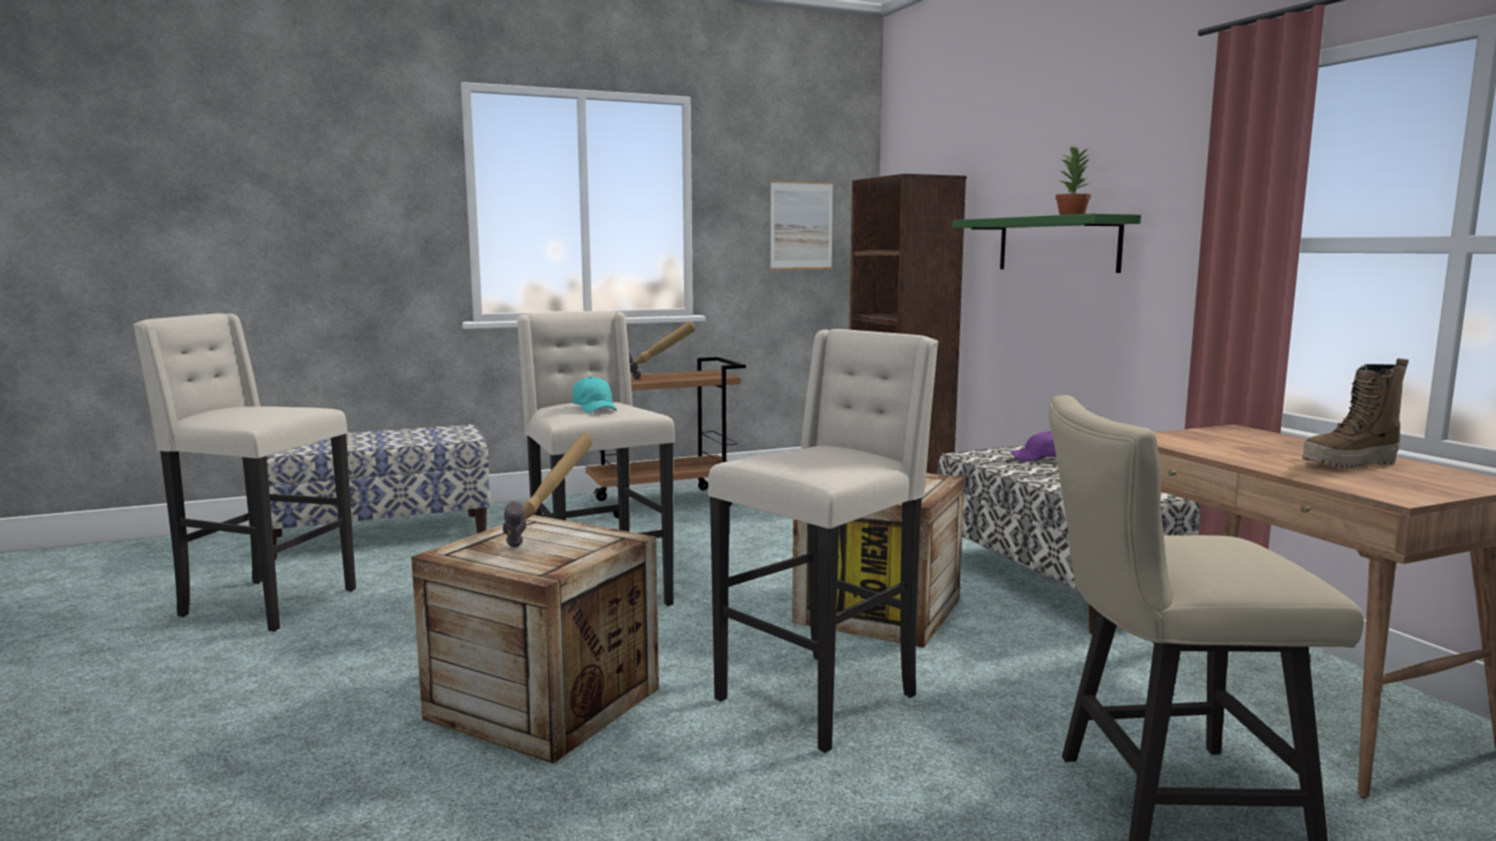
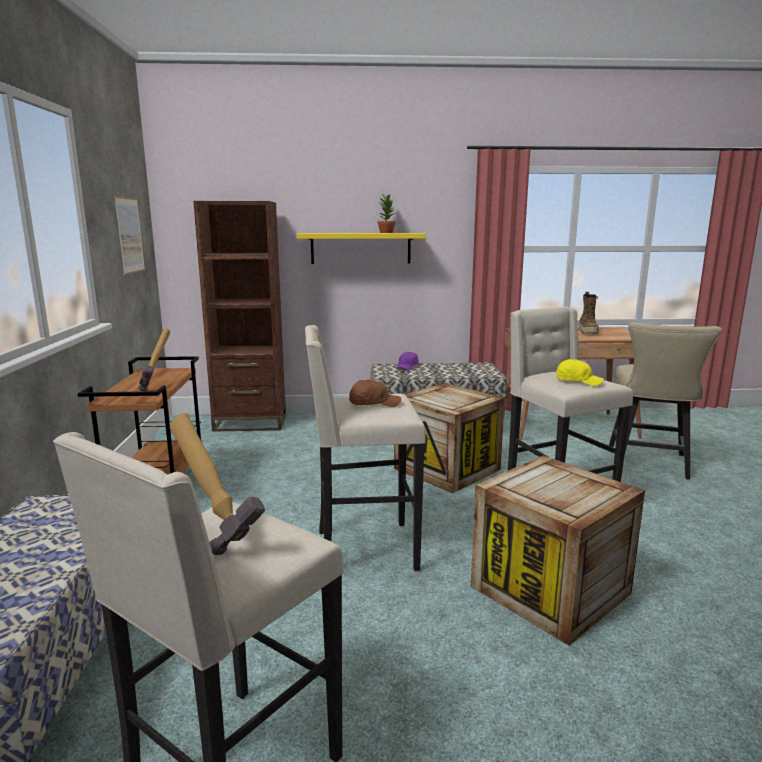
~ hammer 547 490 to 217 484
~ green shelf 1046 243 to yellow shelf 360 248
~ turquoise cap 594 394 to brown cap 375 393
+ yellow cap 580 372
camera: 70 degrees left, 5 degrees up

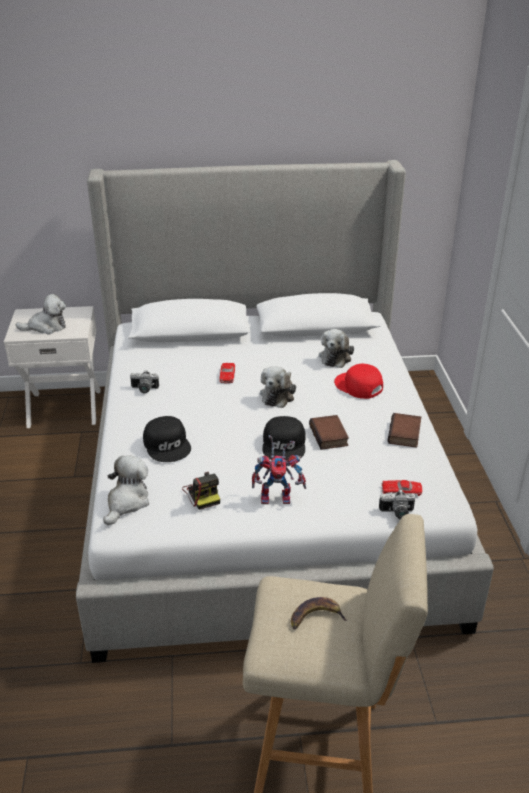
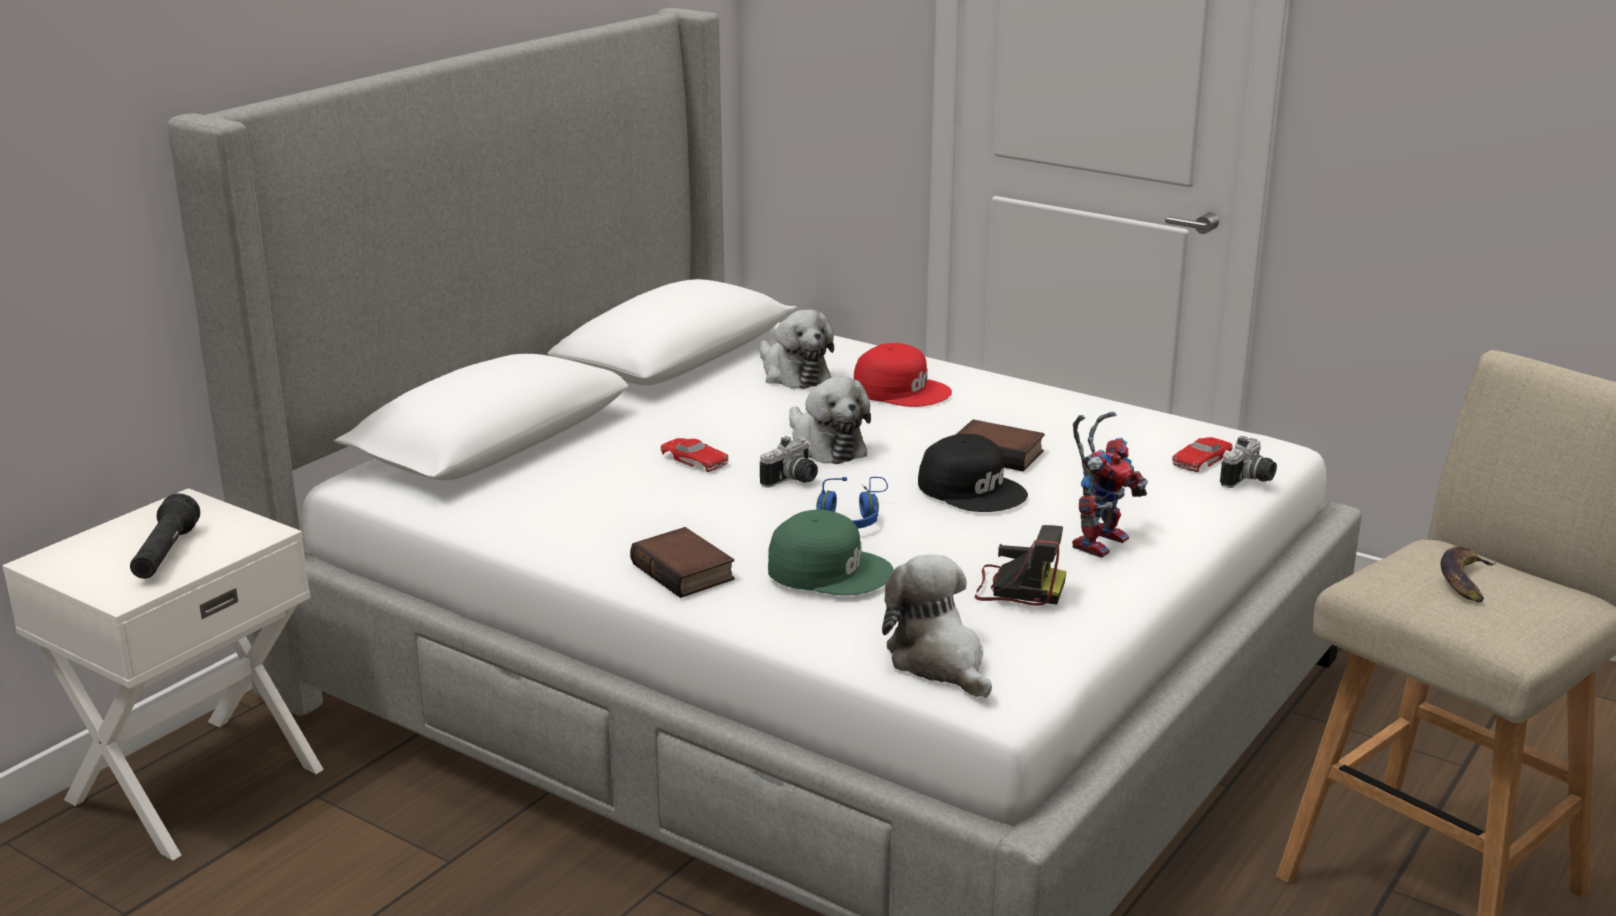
~ plush toy 41 314 to black flashlight 165 536
~ book 404 430 to 682 562
~ photo camera 144 381 to 789 462
~ black cap 167 439 to green cap 831 552
+ blue headphones 852 502
~ red cap 358 381 = 903 375 150 degrees counterclockwise
camera: 50 degrees left, 10 degrees down

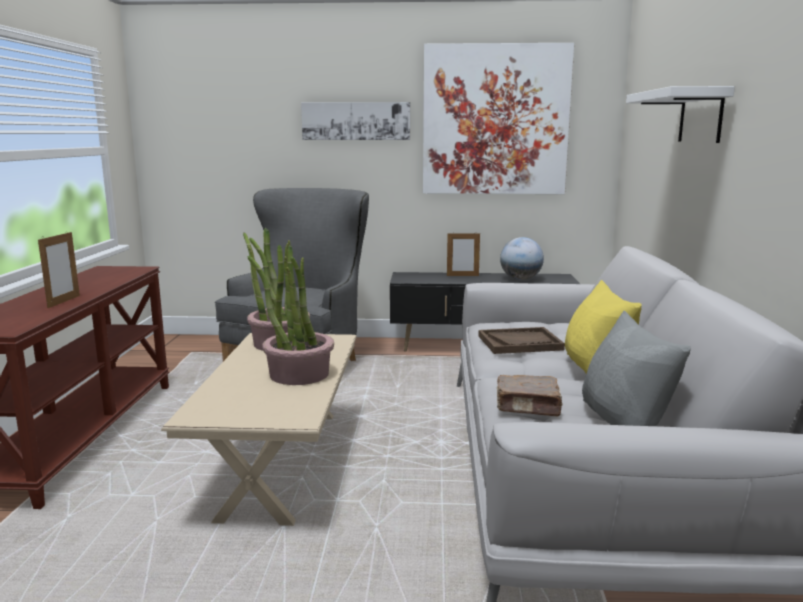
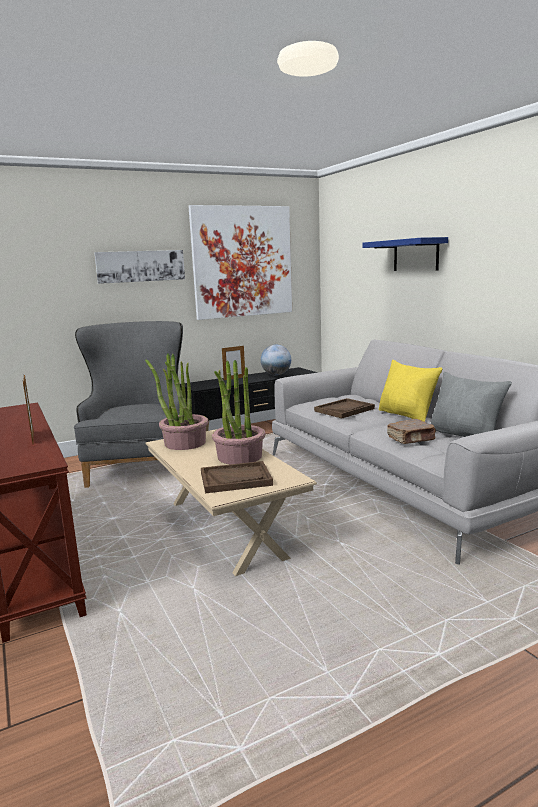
+ brown tray 237 477
~ white shelf 680 114 to blue shelf 405 254
camera: 30 degrees left, 0 degrees up

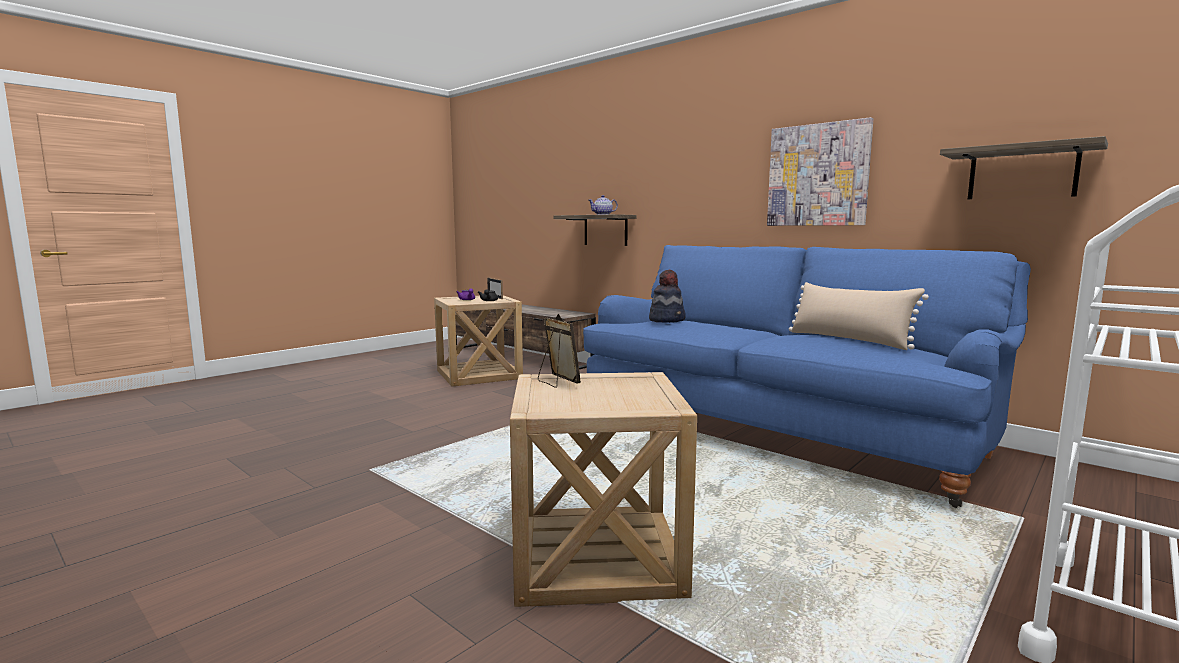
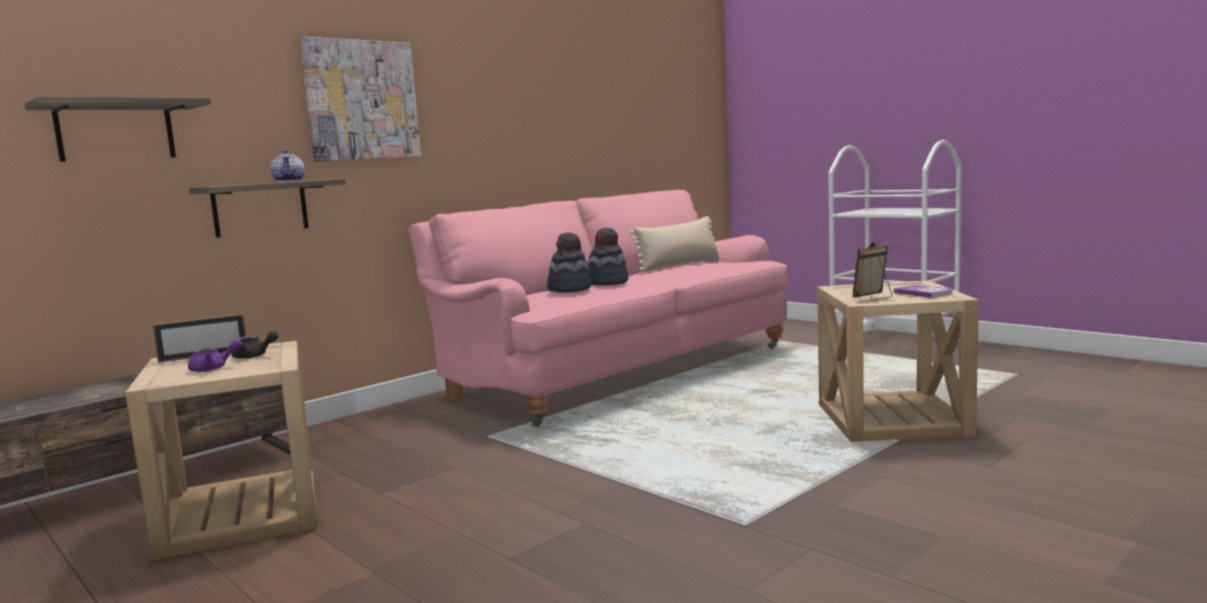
~ shelf 1024 167 to 117 129
~ picture 820 171 to 360 99
~ blue sofa 807 376 to pink sofa 598 308
+ hat 608 257
+ book 923 291
camera: 85 degrees left, 0 degrees up

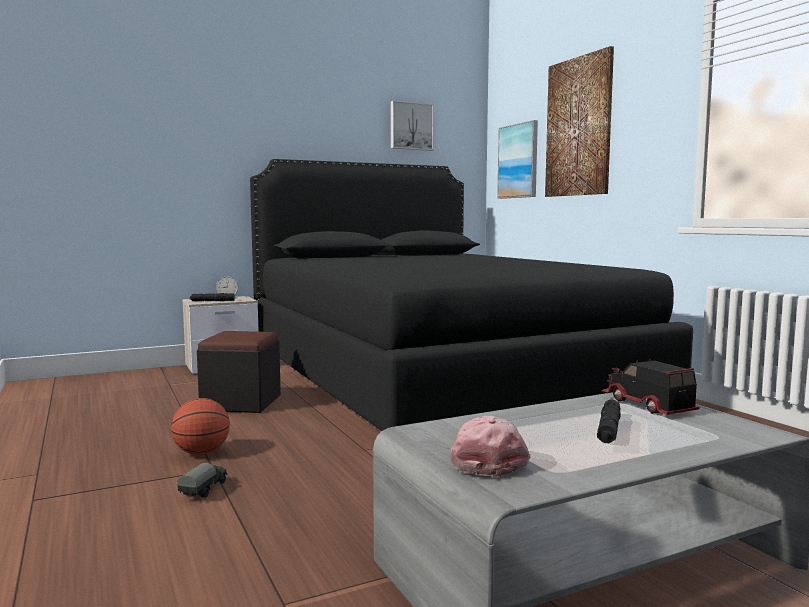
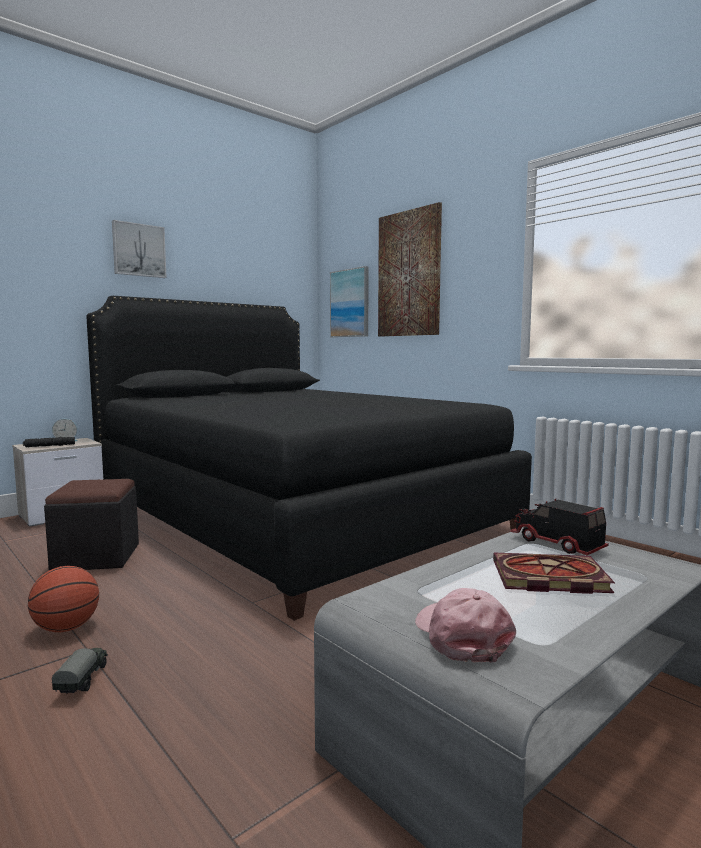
~ picture 412 126 to 139 249
~ black flashlight 609 421 to book 554 573
camera: 15 degrees left, 0 degrees up

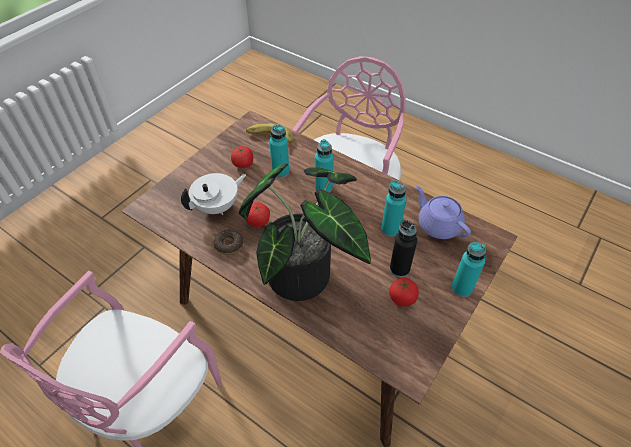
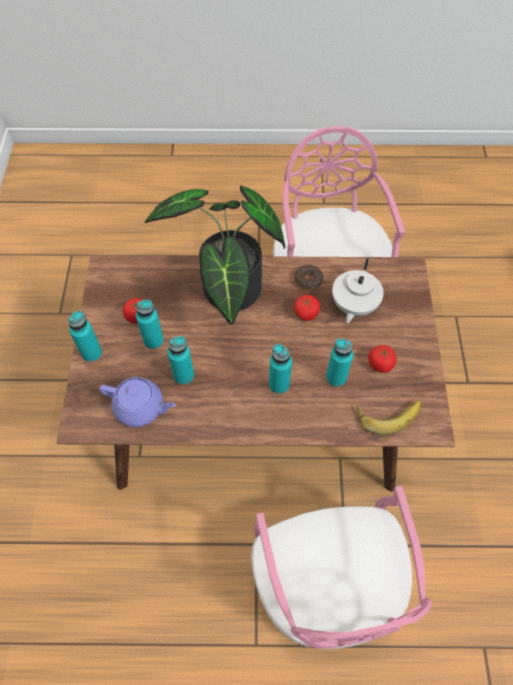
~ black bottle 403 248 to turquoise bottle 150 324
camera: 145 degrees right, 10 degrees up

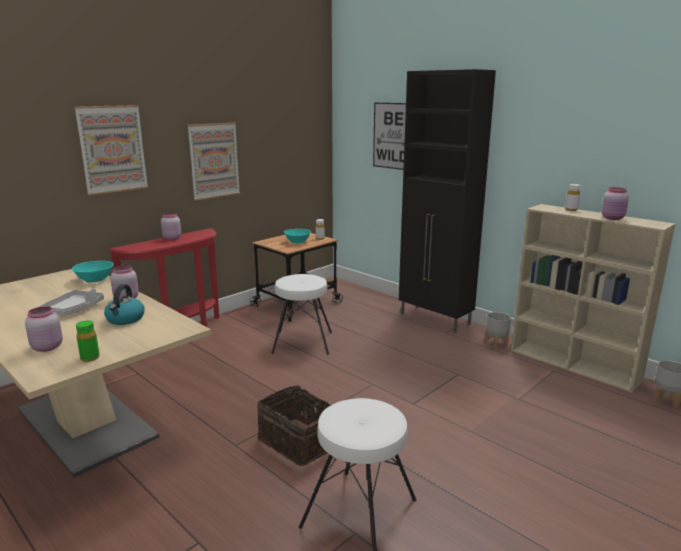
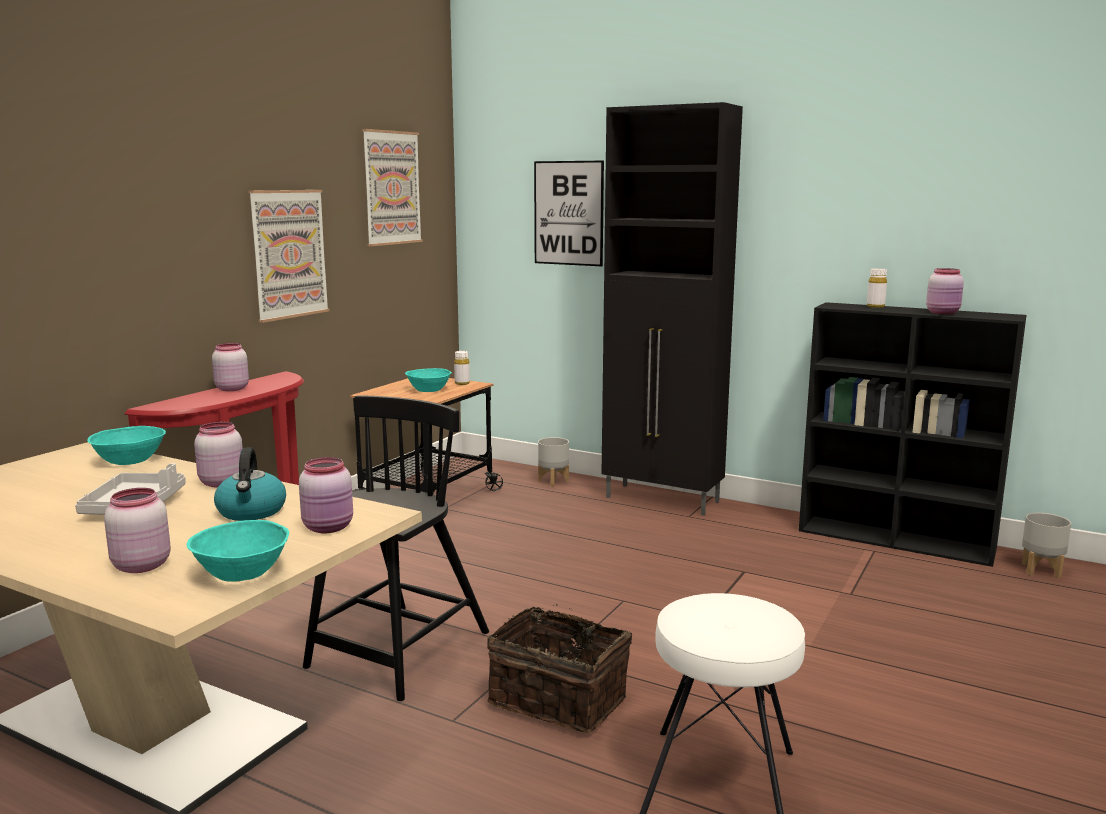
~ green bottle 88 341 to turquoise bowl 238 551
+ pink jar 326 495
+ black chair 396 548
~ picture 111 150 to 392 187
~ grey planter 498 330 to 553 462
~ beige bookcase 593 298 to black bookcase 912 434
- white stool 301 314
camera: 15 degrees left, 5 degrees down

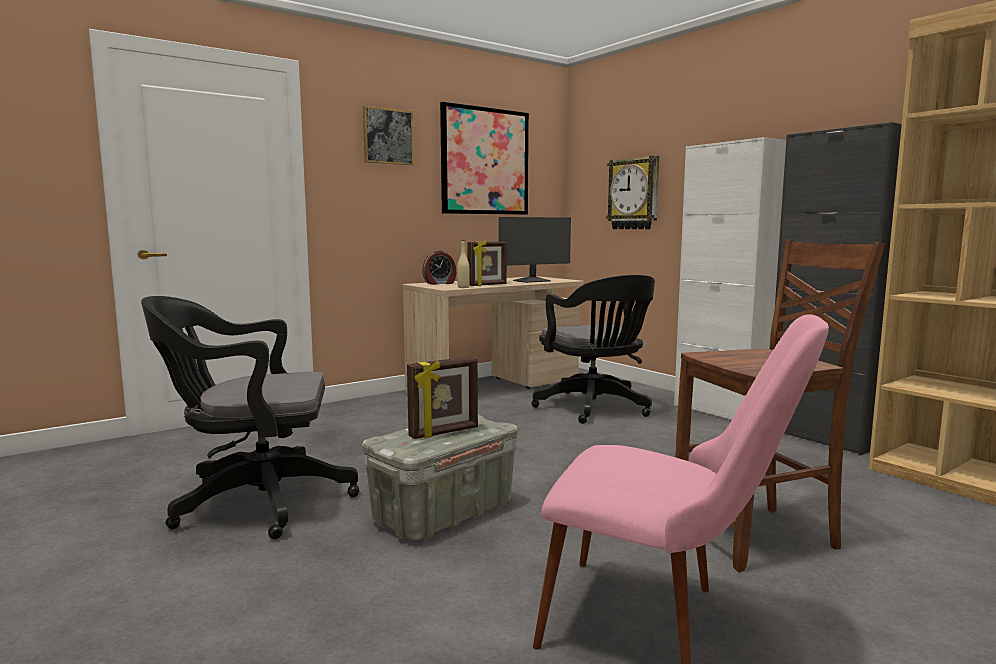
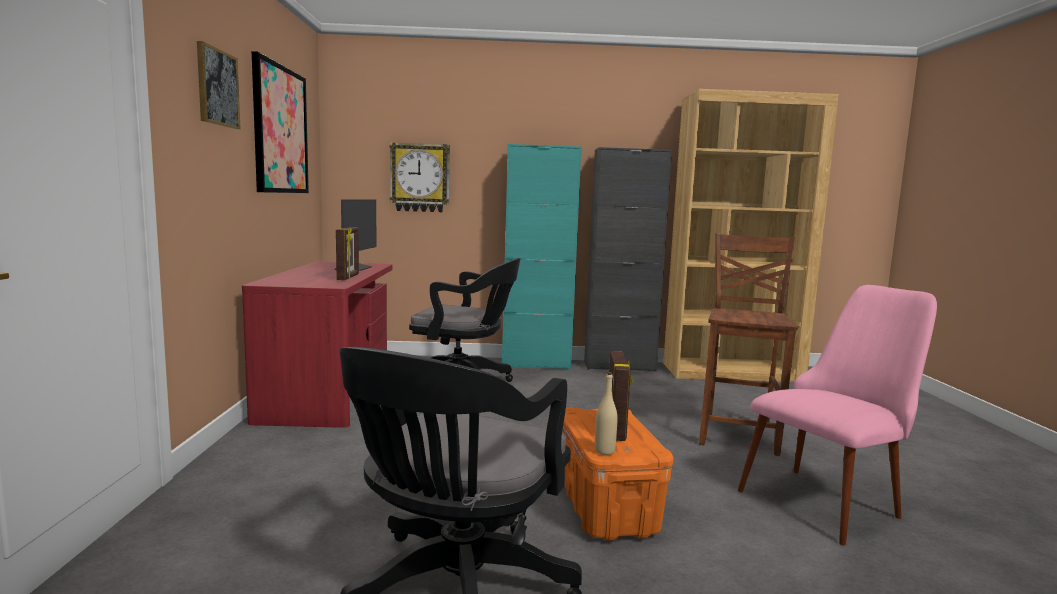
~ beige desk 493 335 to red desk 317 345
~ white cabinet 730 278 to turquoise cabinet 541 257
~ grey storage box 440 477 to orange storage box 618 474
~ beige bottle 463 264 to 606 413
- alarm clock 439 267
camera: 55 degrees left, 0 degrees up

